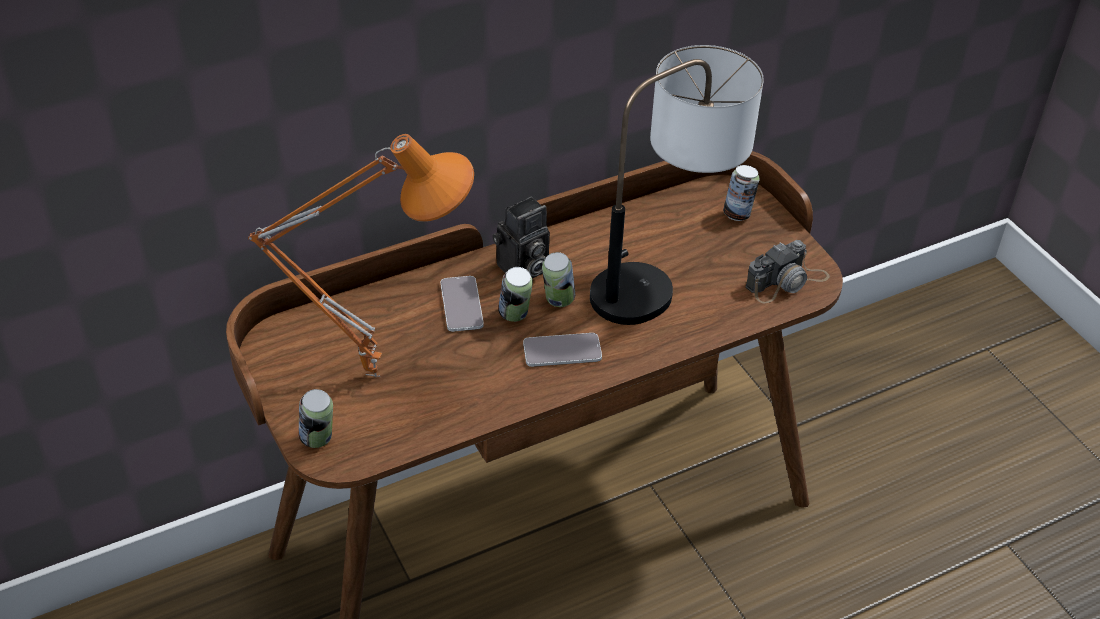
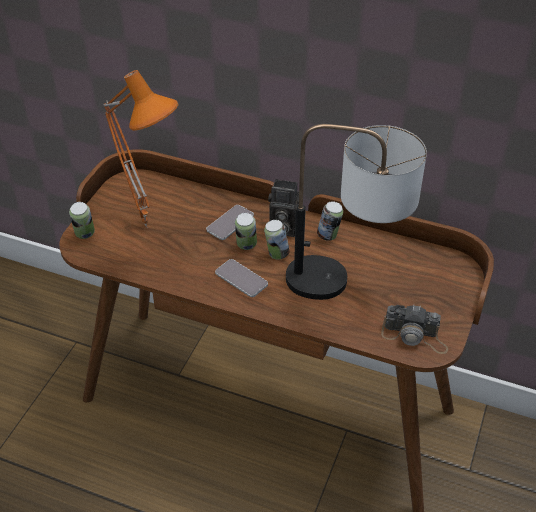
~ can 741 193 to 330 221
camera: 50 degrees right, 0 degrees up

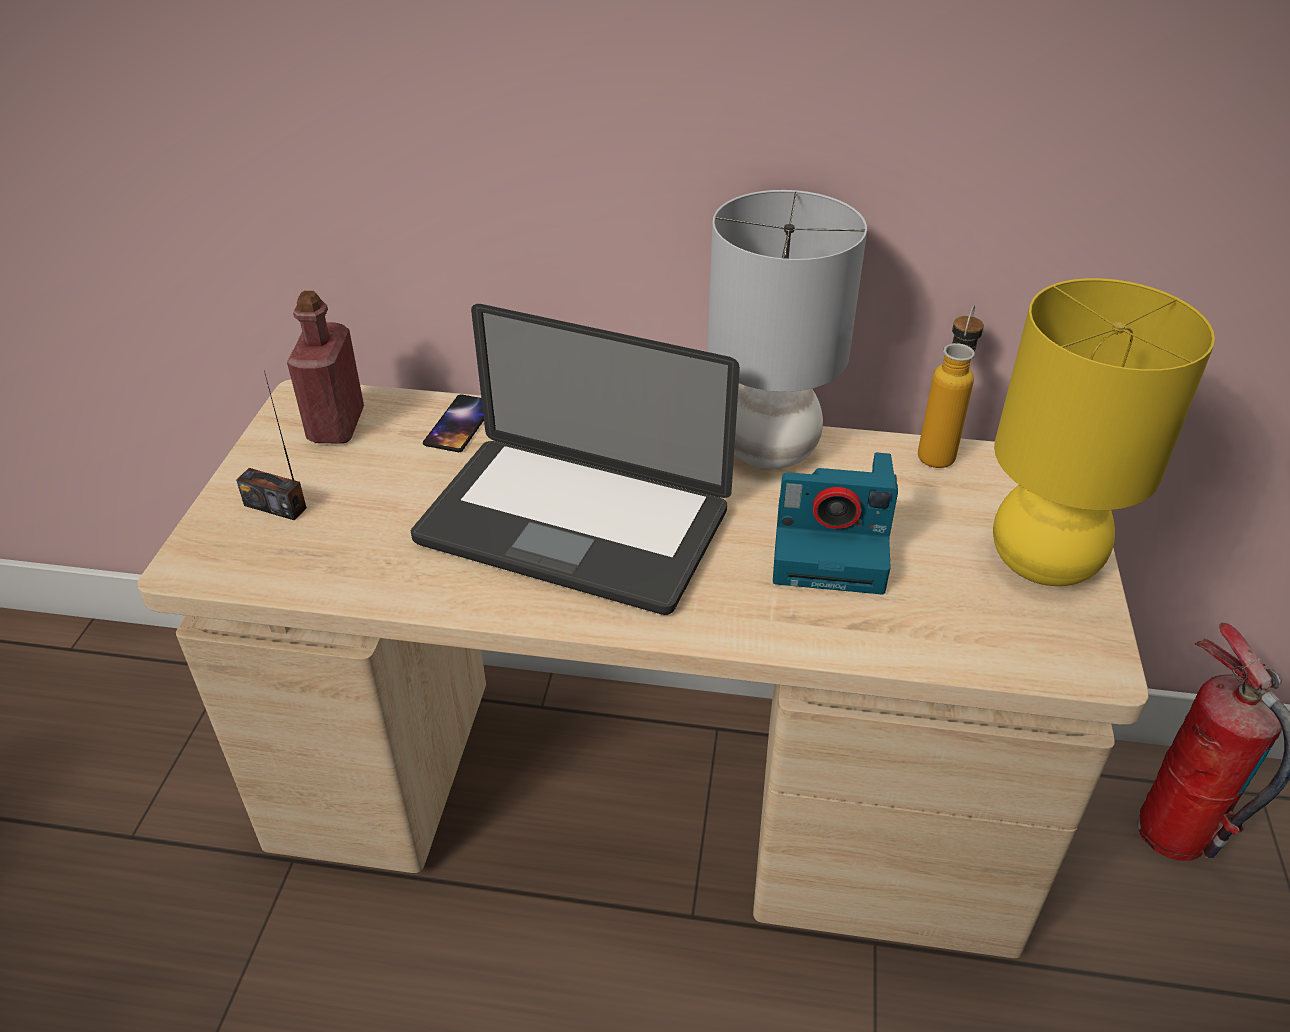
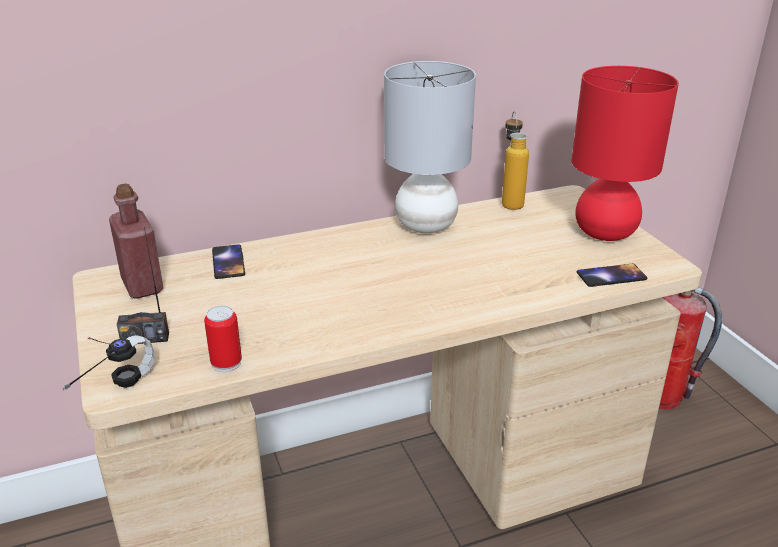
+ headphones 109 362
+ can 223 338
~ yellow table lamp 1104 432 to red table lamp 625 153
+ phone 612 275
- laptop 575 459
- photo camera 835 523
camera: 30 degrees left, 10 degrees down

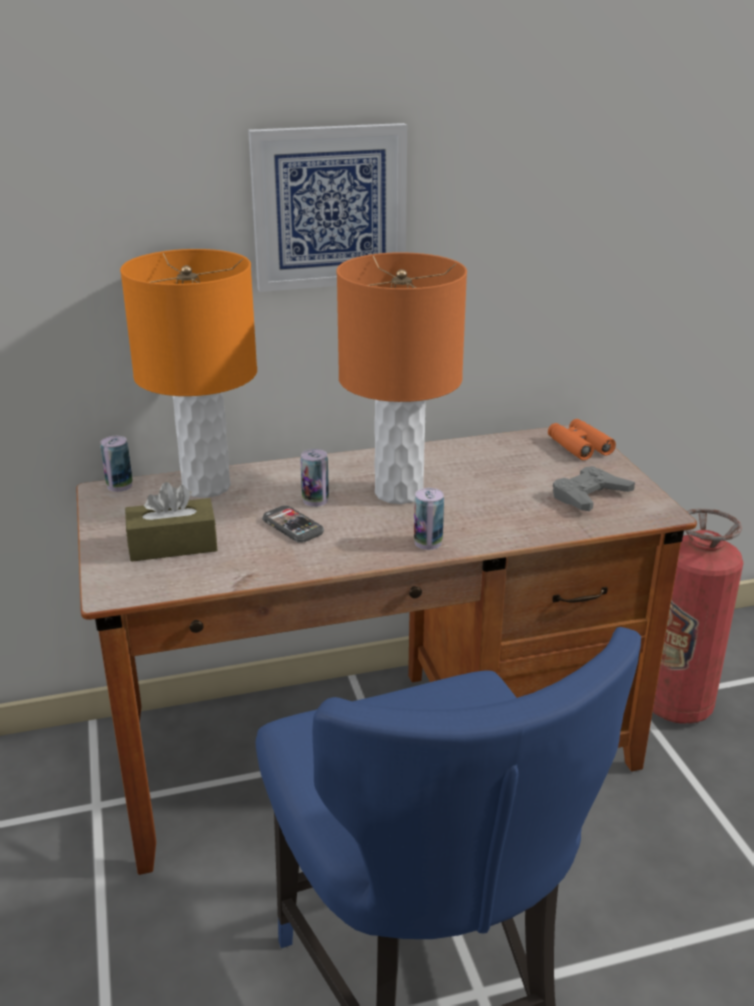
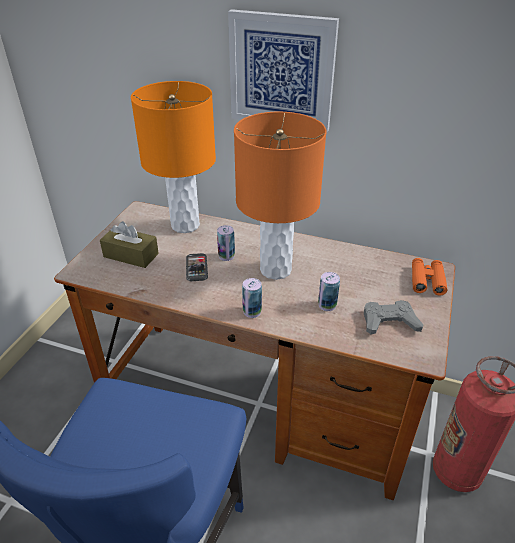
~ can 116 464 to 329 291
camera: 35 degrees right, 10 degrees up

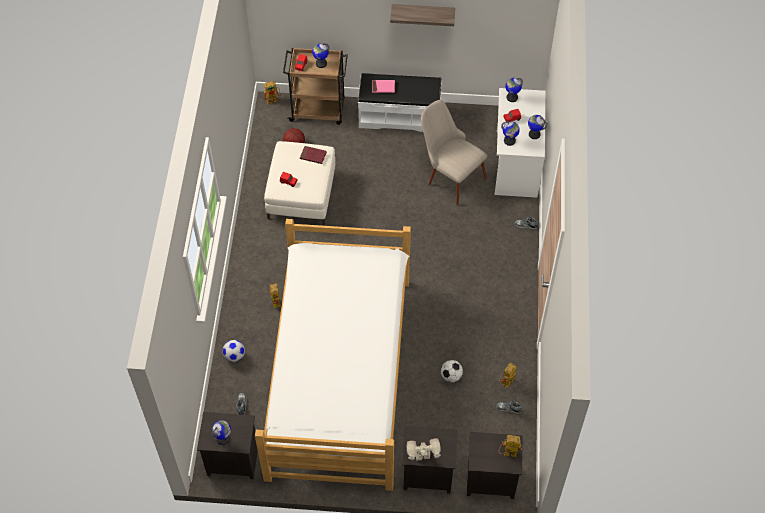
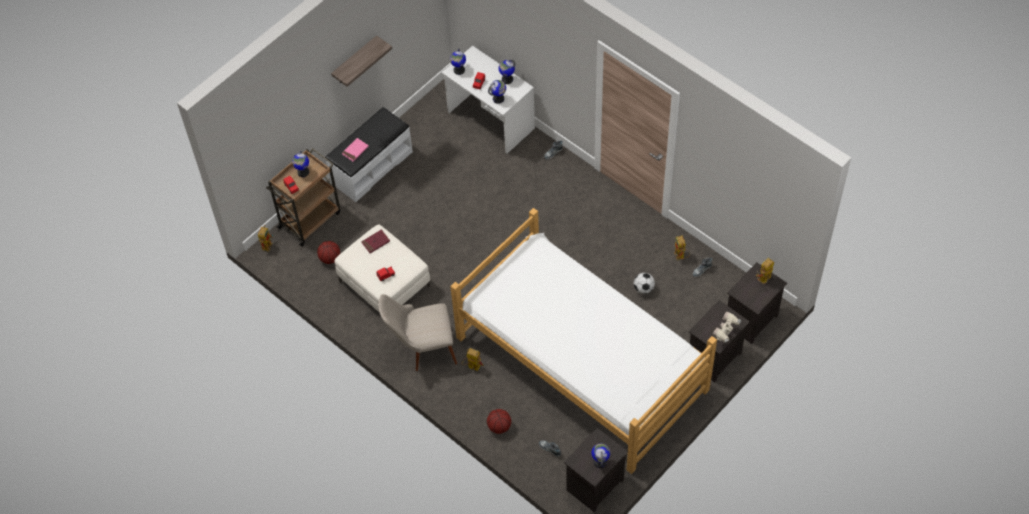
~ beige chair 454 153 to 417 332
~ football 234 351 to basketball 499 421
camera: 50 degrees left, 0 degrees up

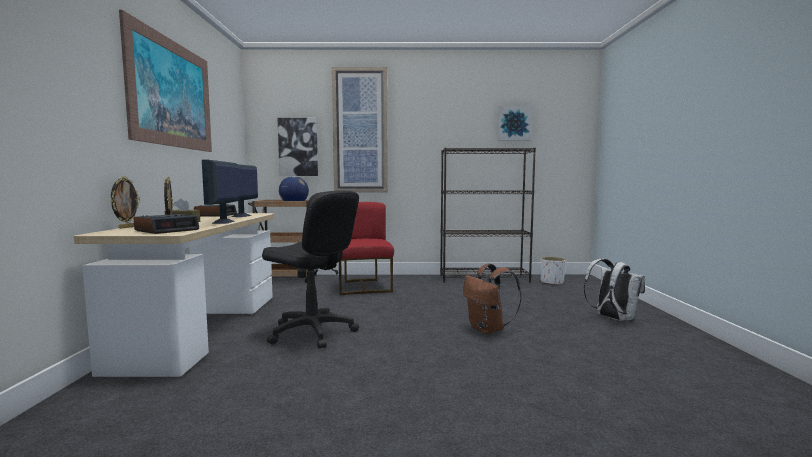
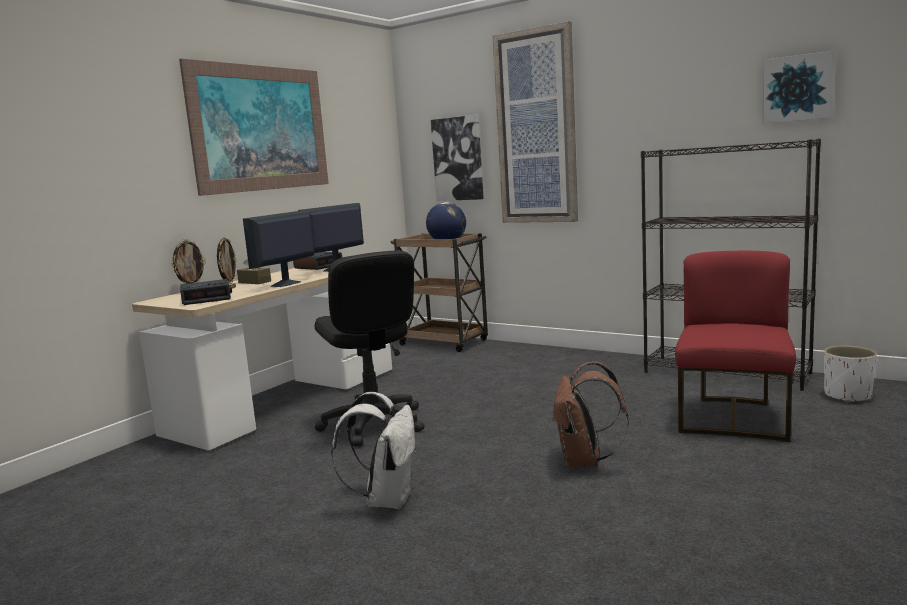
~ white backpack 614 290 to 373 450
~ red chair 366 248 to 735 346
camera: 35 degrees right, 5 degrees up

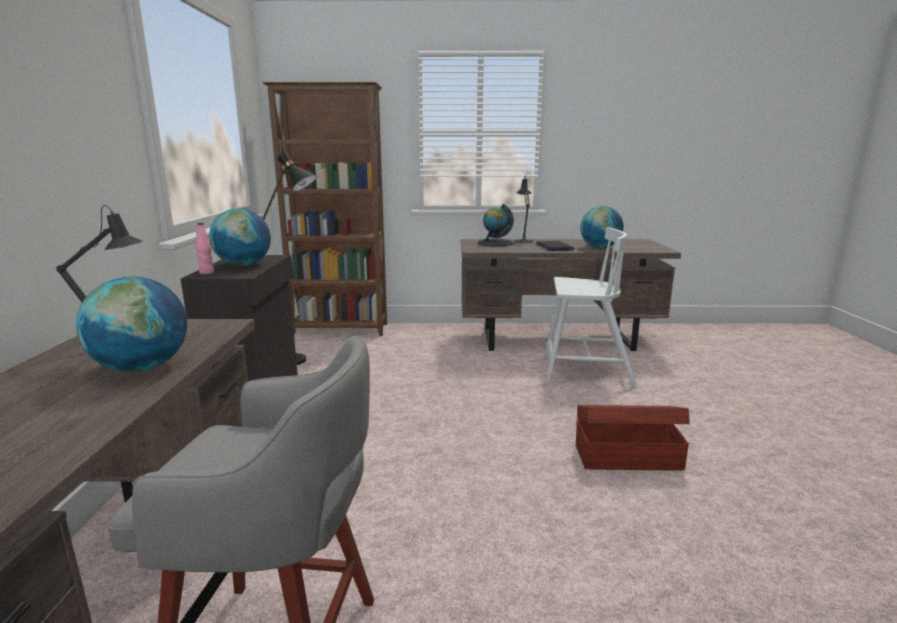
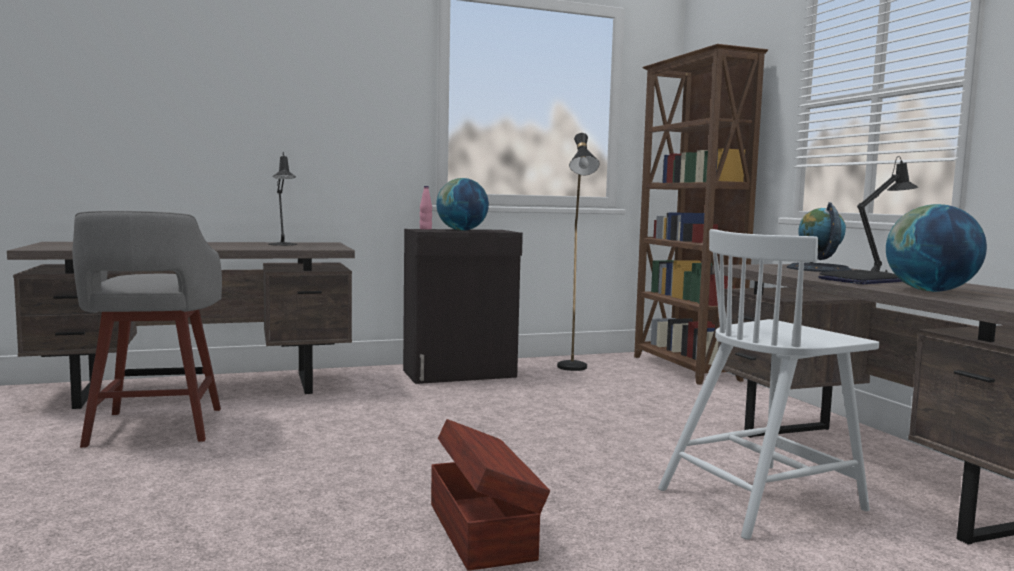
~ white chair 590 307 = 768 384 75 degrees clockwise
- globe 131 324
camera: 70 degrees right, 10 degrees down

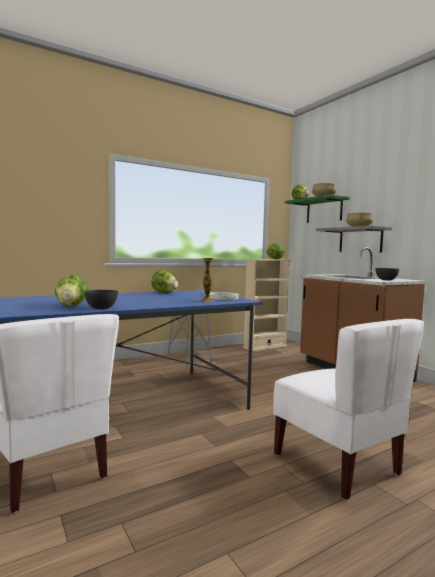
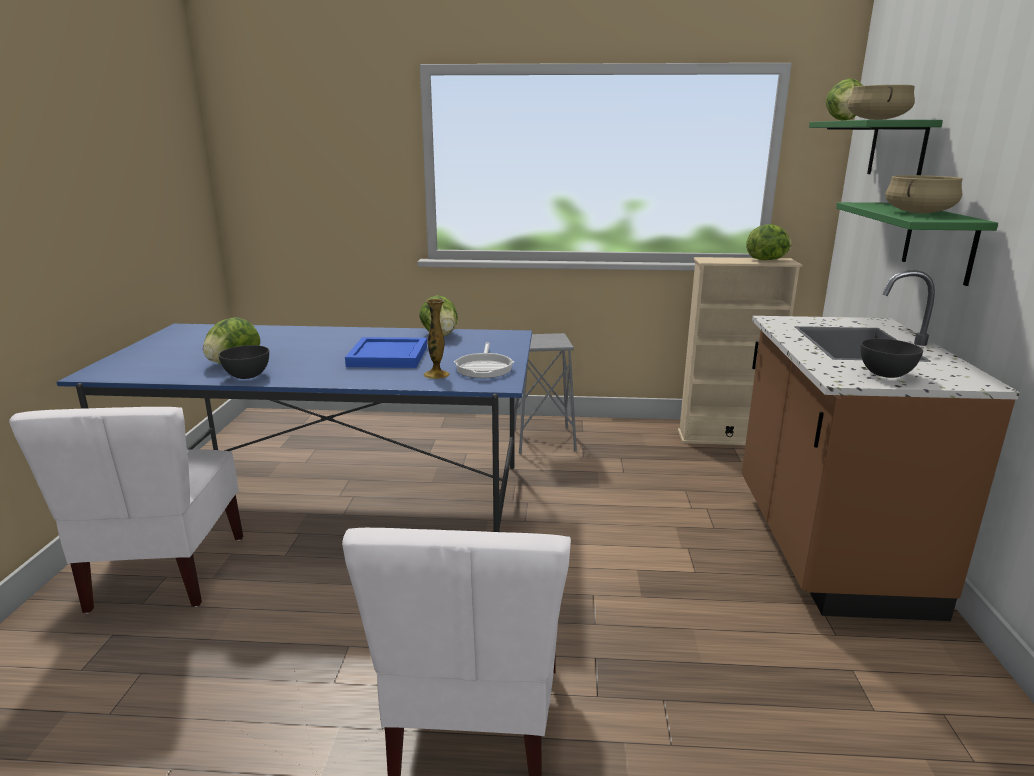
+ blue tray 386 352
~ grey shelf 354 239 to green shelf 917 244
camera: 35 degrees right, 15 degrees up

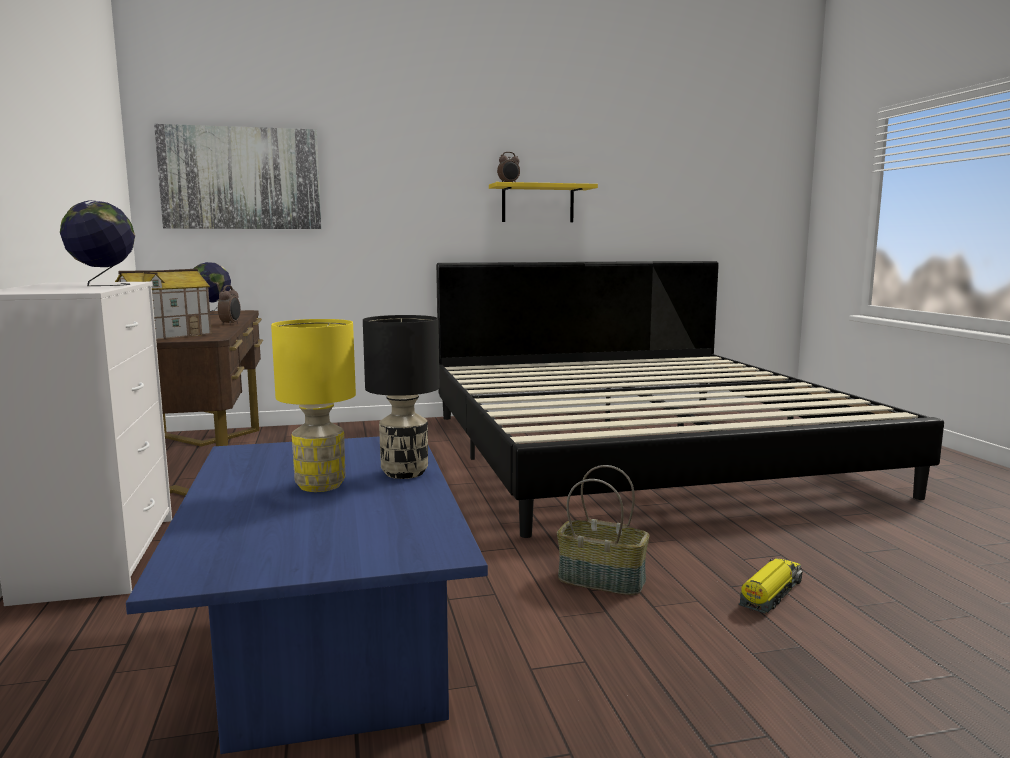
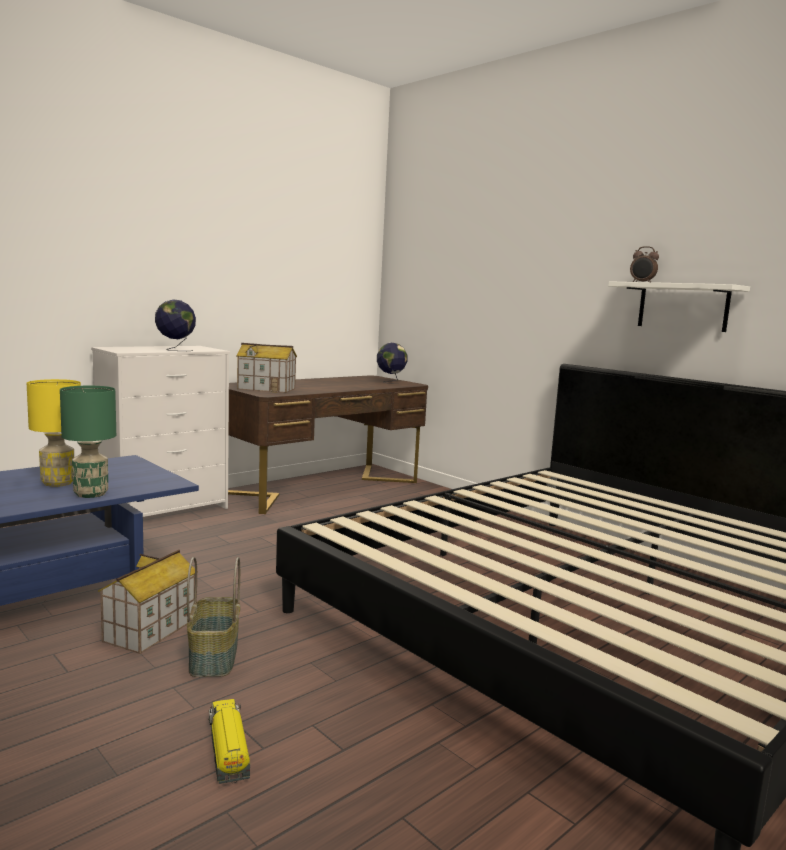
~ black table lamp 401 397 to green table lamp 88 442
+ toy house 148 602
~ toy truck 771 585 = 229 741 120 degrees counterclockwise
~ yellow shelf 543 202 to white shelf 679 306
- picture 237 176
- alarm clock 229 305
camera: 60 degrees right, 0 degrees up

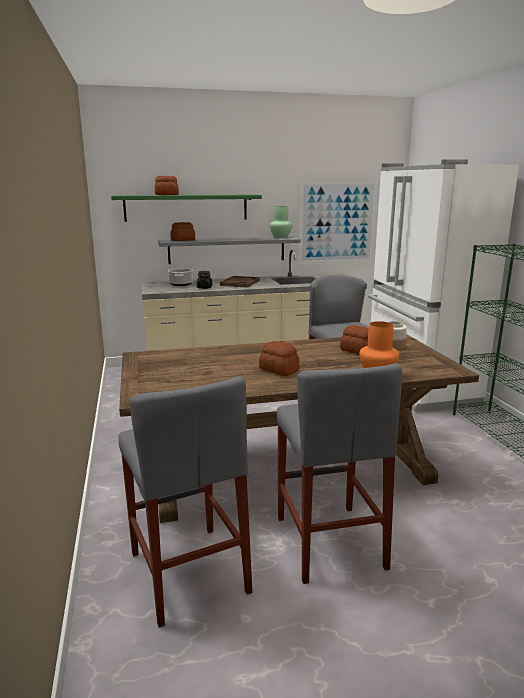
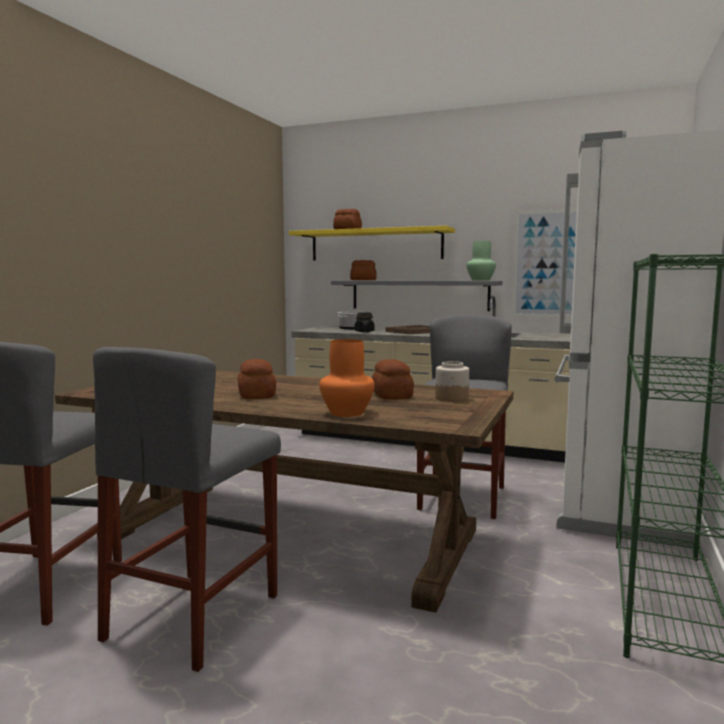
~ green shelf 186 208 to yellow shelf 372 243
camera: 35 degrees right, 10 degrees down

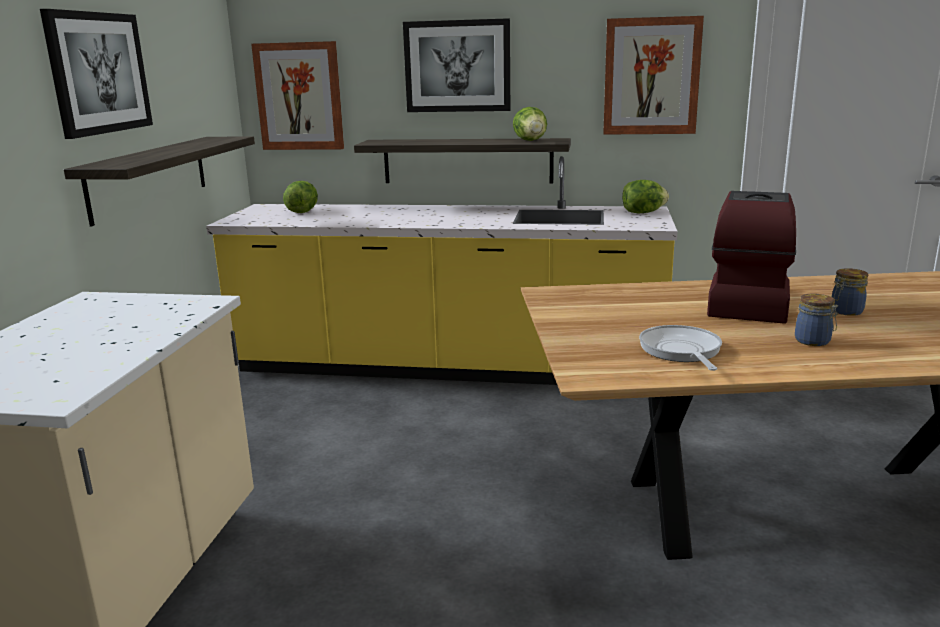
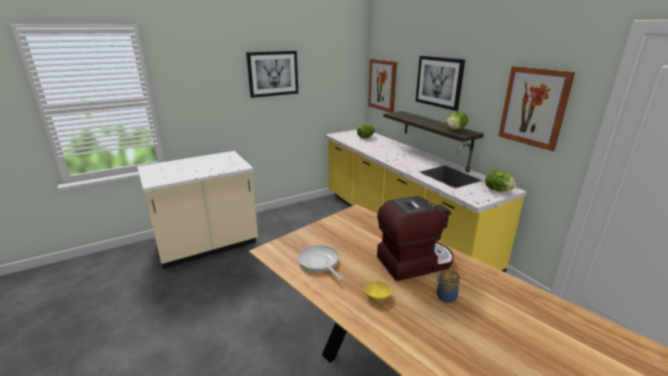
~ frying pan 680 348 = 320 262 75 degrees counterclockwise
~ jar 816 320 to yellow bowl 378 291
- shelf 159 181
camera: 50 degrees right, 5 degrees up

